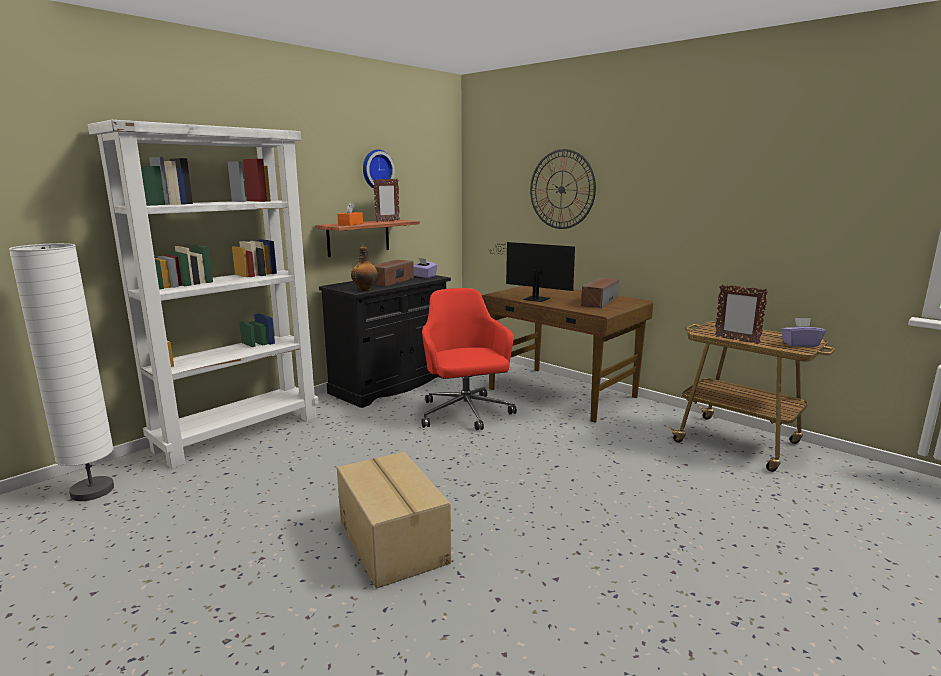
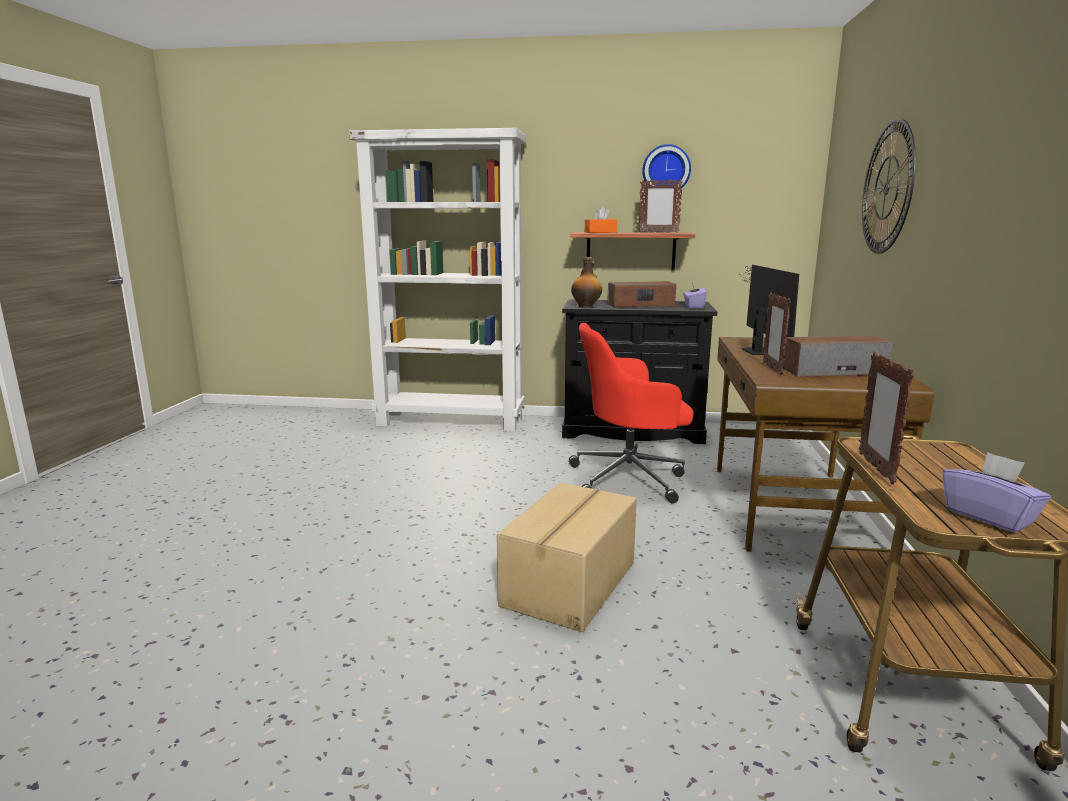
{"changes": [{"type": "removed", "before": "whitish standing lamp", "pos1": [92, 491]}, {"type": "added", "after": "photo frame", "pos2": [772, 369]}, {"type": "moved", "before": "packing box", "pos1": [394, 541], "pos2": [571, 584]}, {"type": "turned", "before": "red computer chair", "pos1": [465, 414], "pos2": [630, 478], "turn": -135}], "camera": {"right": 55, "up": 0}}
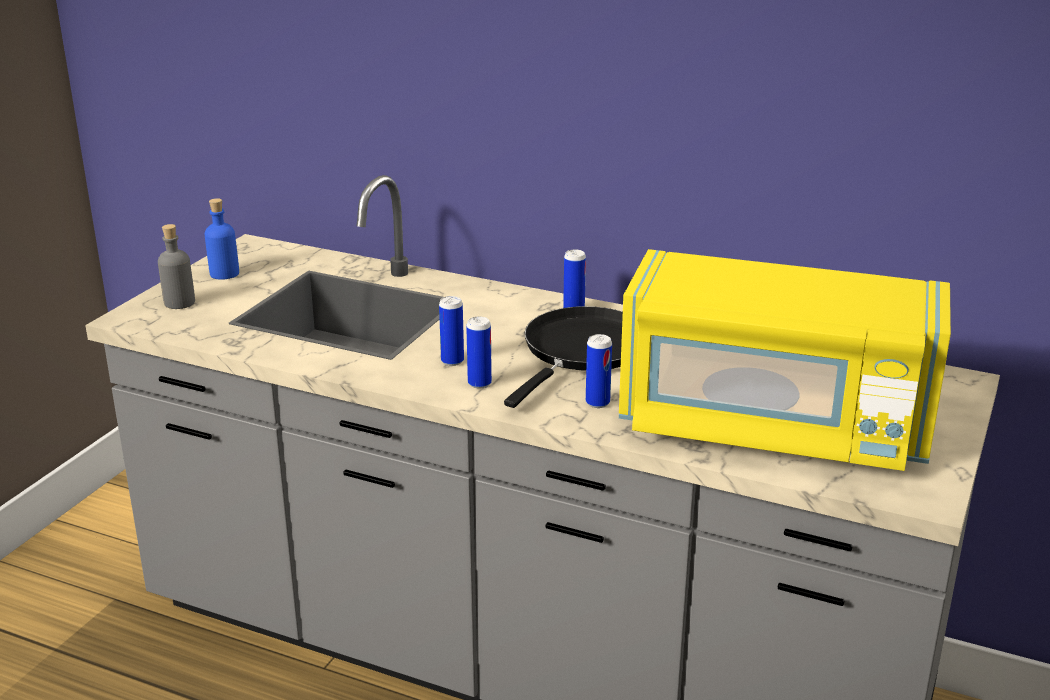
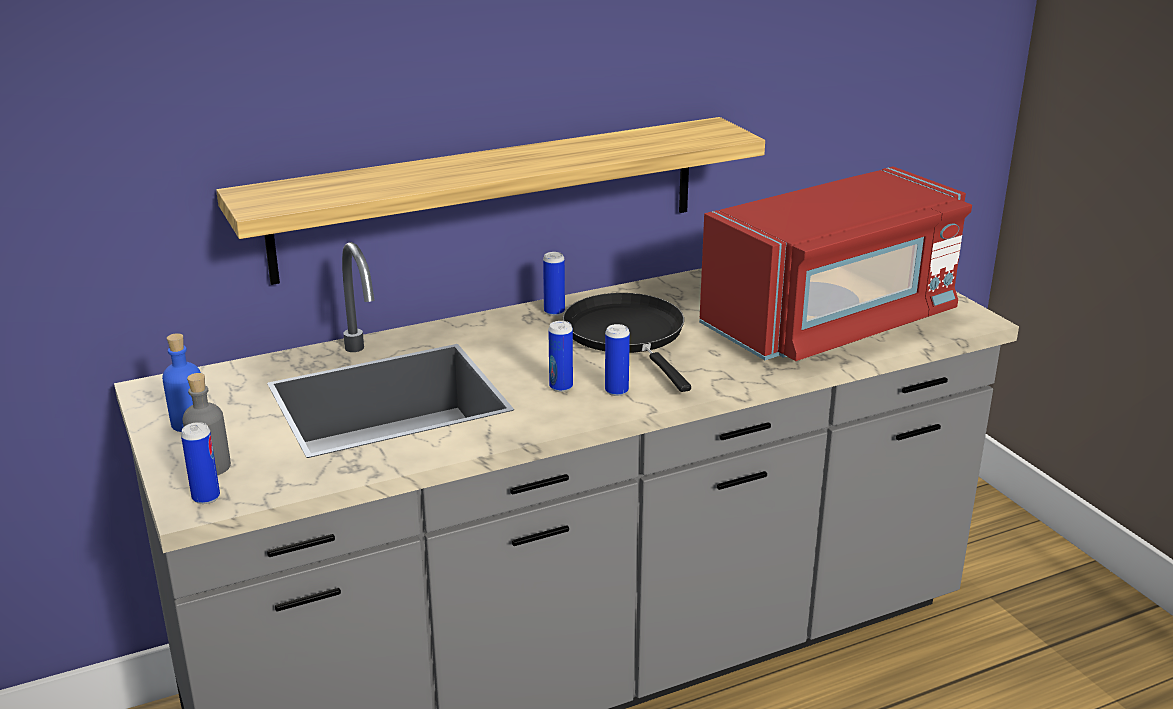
{"changes": [{"type": "added", "after": "shelf", "pos2": [490, 198]}, {"type": "moved", "before": "sealed can", "pos1": [597, 403], "pos2": [206, 497]}, {"type": "recoloured", "before": "yellowish kitchen microwave", "after": "red kitchen microwave", "pos1": [772, 427], "pos2": [832, 322]}], "camera": {"right": -50, "up": 0}}
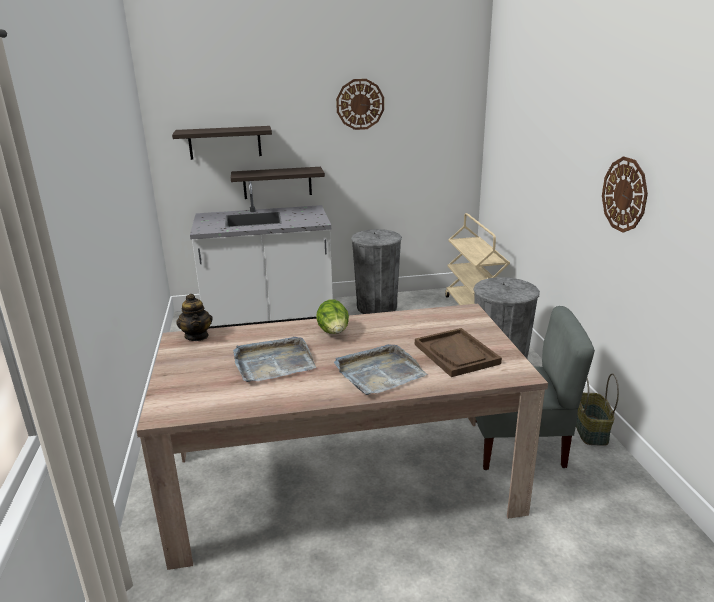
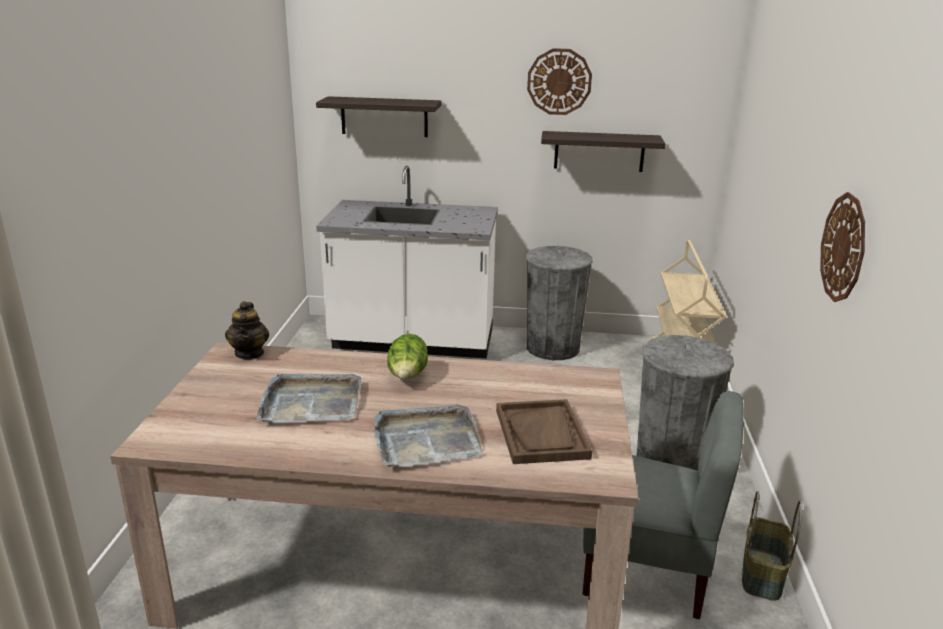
{"changes": [{"type": "moved", "before": "shelf", "pos1": [277, 183], "pos2": [599, 151]}], "camera": {"right": 15, "up": 0}}
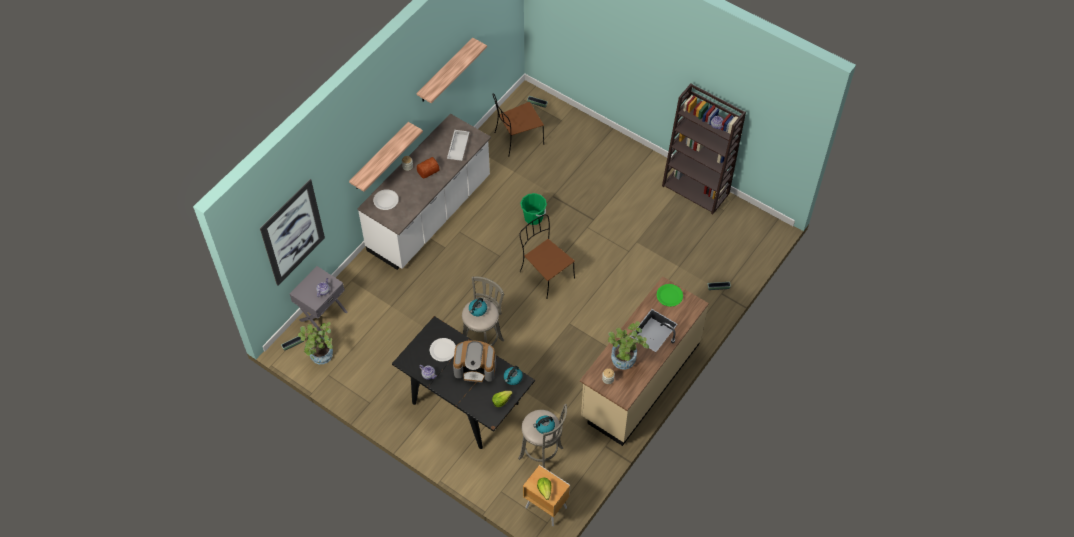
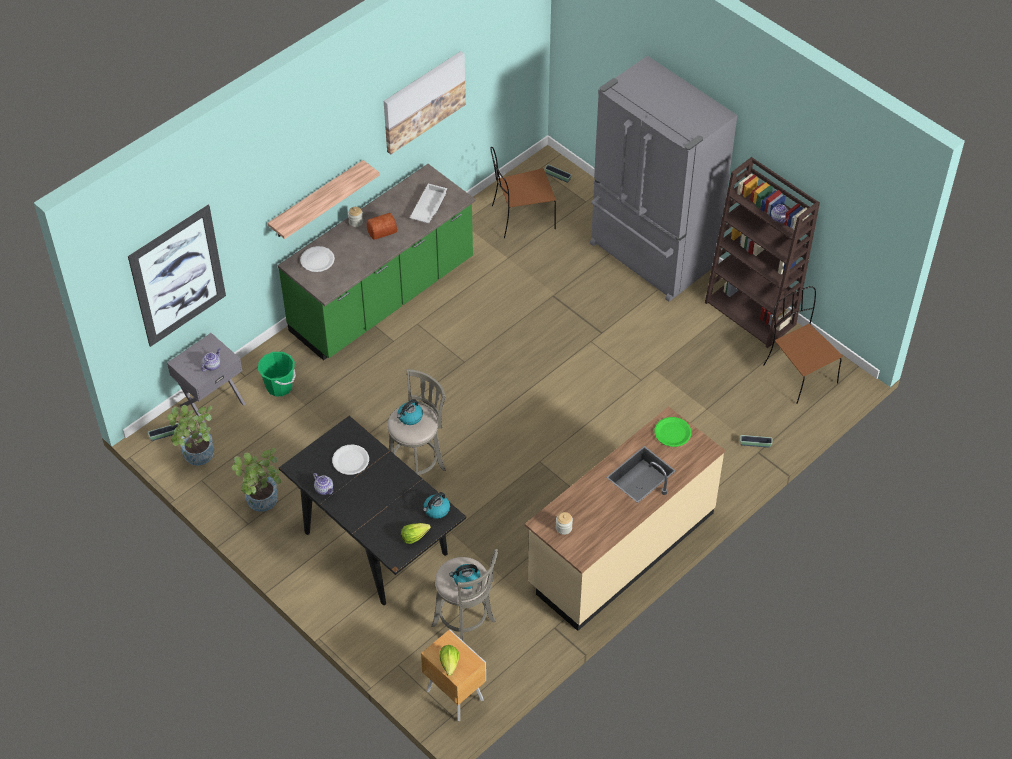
{"changes": [{"type": "removed", "before": "coffee maker", "pos1": [475, 368]}, {"type": "added", "after": "grey kitchen fridge", "pos2": [651, 256]}, {"type": "moved", "before": "green-coloured pail", "pos1": [533, 217], "pos2": [279, 386]}, {"type": "moved", "before": "brown plain chair", "pos1": [546, 274], "pos2": [798, 373]}, {"type": "moved", "before": "plant in a pot", "pos1": [624, 362], "pos2": [262, 503]}, {"type": "replaced", "before": "shelf", "after": "picture", "pos1": [445, 71], "pos2": [423, 101]}, {"type": "recoloured", "before": "whitish kitchen counter", "after": "green-coloured kitchen counter", "pos1": [430, 215], "pos2": [383, 297]}], "camera": {"right": 10, "up": -5}}
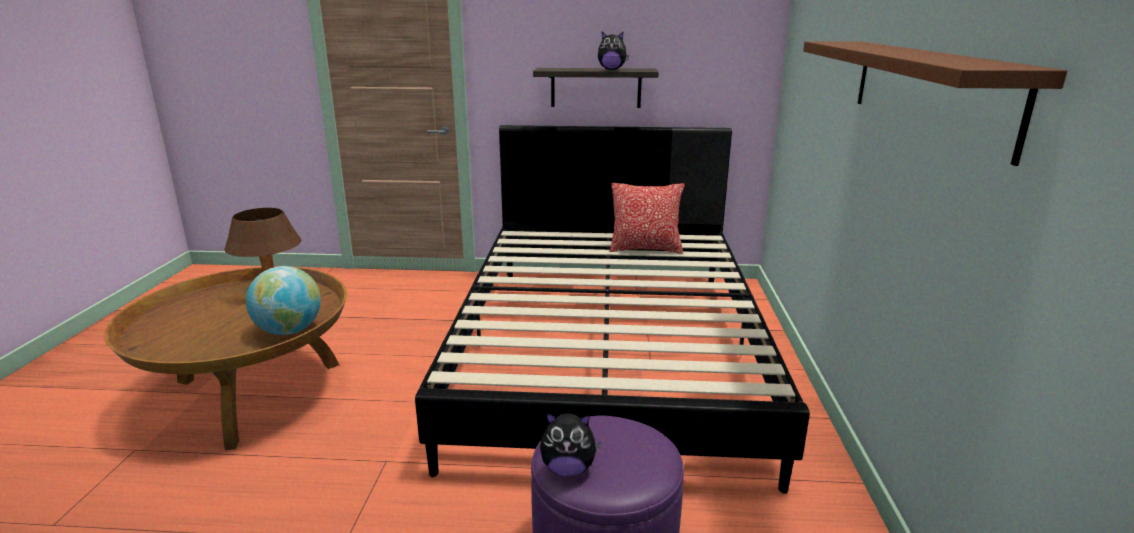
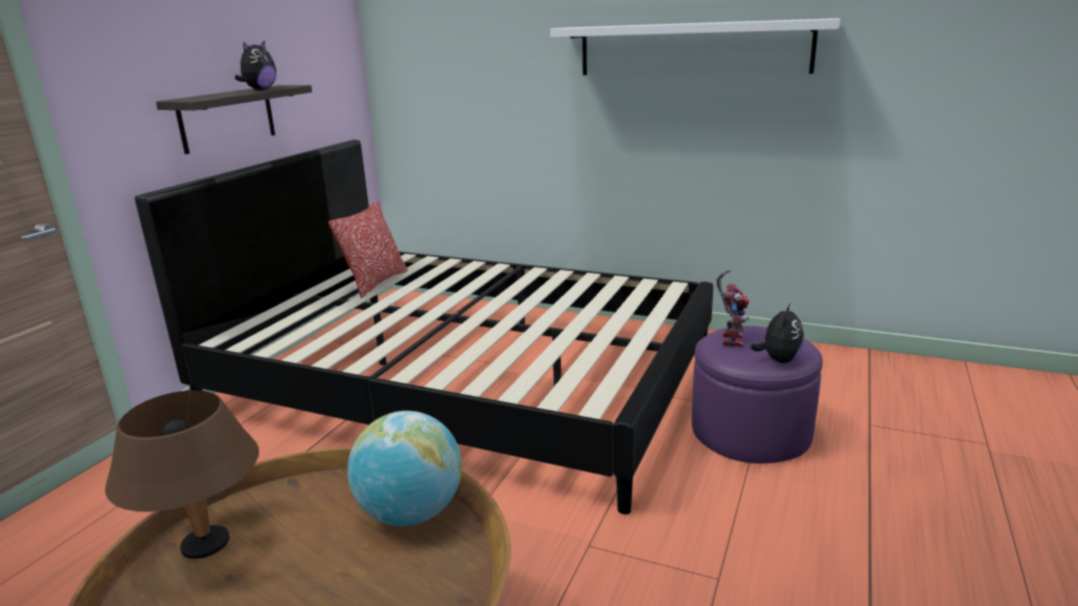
{"changes": [{"type": "added", "after": "toy robot", "pos2": [729, 339]}, {"type": "recoloured", "before": "brown shelf", "after": "whitish shelf", "pos1": [926, 90], "pos2": [692, 49]}], "camera": {"right": -70, "up": 0}}
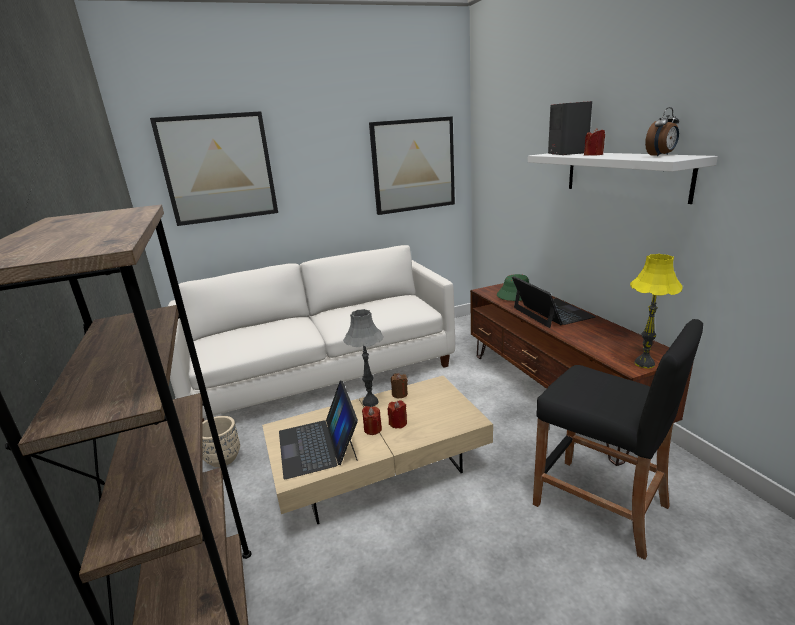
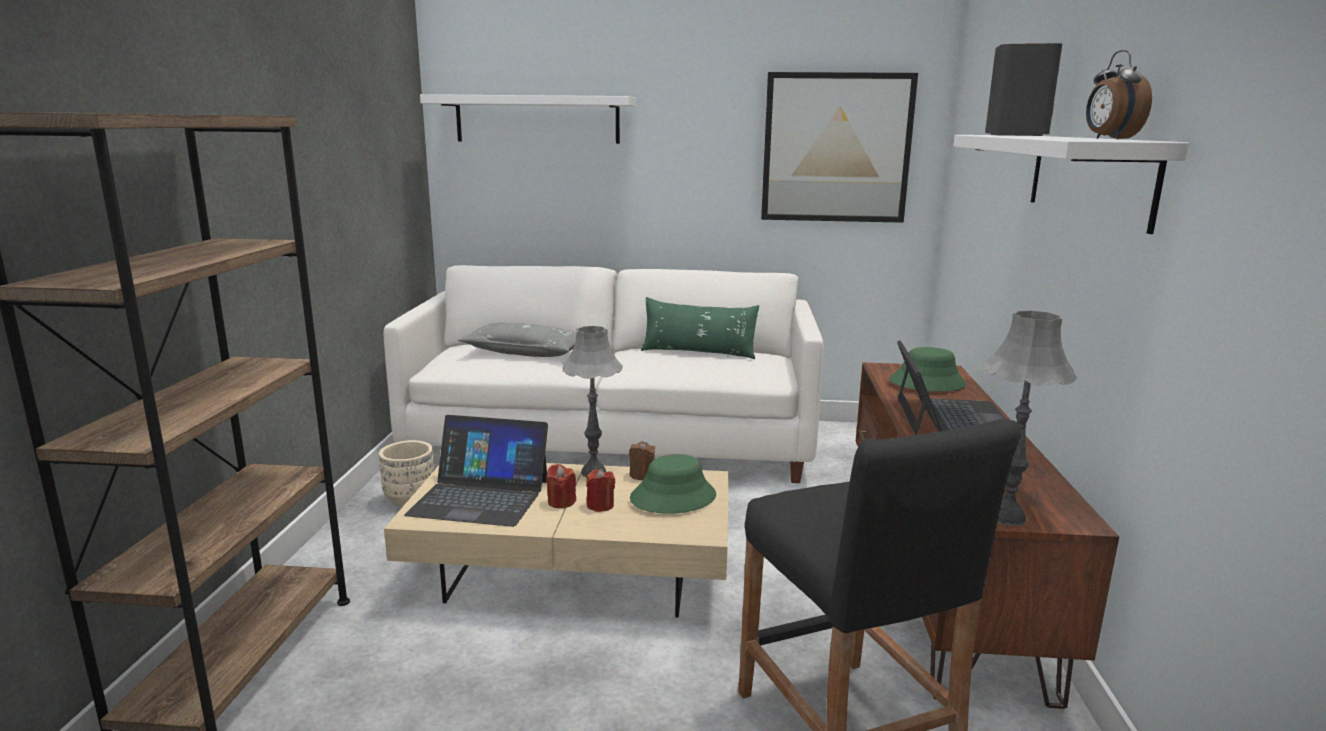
{"changes": [{"type": "removed", "before": "red wax candle", "pos1": [593, 155]}, {"type": "added", "after": "grey pillow", "pos2": [525, 352]}, {"type": "added", "after": "green-coloured wearable hat", "pos2": [673, 497]}, {"type": "added", "after": "green-coloured pillow", "pos2": [698, 353]}, {"type": "replaced", "before": "picture", "after": "whitish shelf", "pos1": [218, 168], "pos2": [537, 119]}, {"type": "recoloured", "before": "yellowish lamp for a table", "after": "grey lamp for a table", "pos1": [644, 364], "pos2": [1006, 518]}, {"type": "turned", "before": "laptop", "pos1": [318, 445], "pos2": [480, 497], "turn": -90}, {"type": "turned", "before": "alarm clock", "pos1": [661, 155], "pos2": [1109, 139], "turn": 90}], "camera": {"right": 25, "up": -5}}
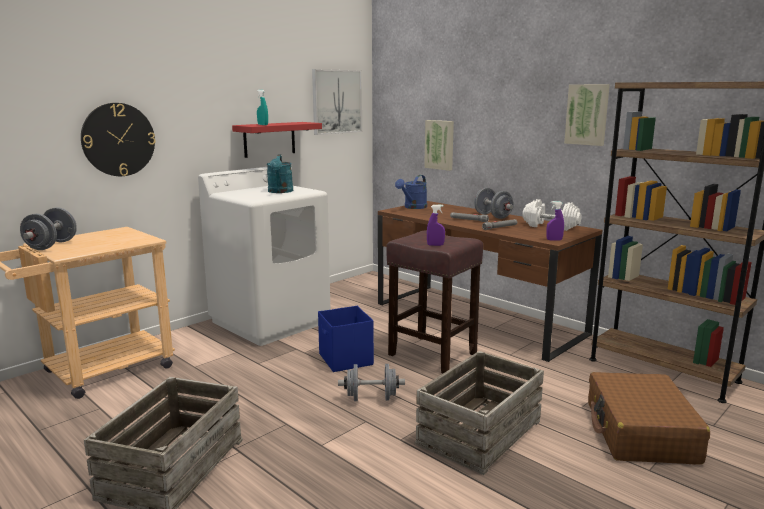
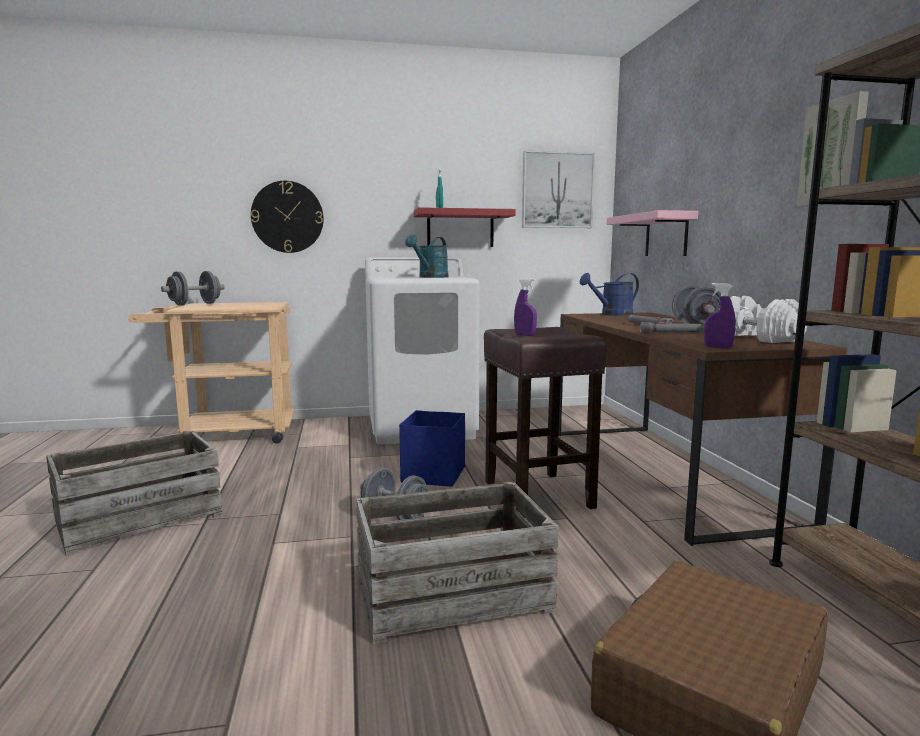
{"changes": [{"type": "replaced", "before": "picture", "after": "pinkish shelf", "pos1": [440, 144], "pos2": [666, 235]}], "camera": {"right": 35, "up": -5}}
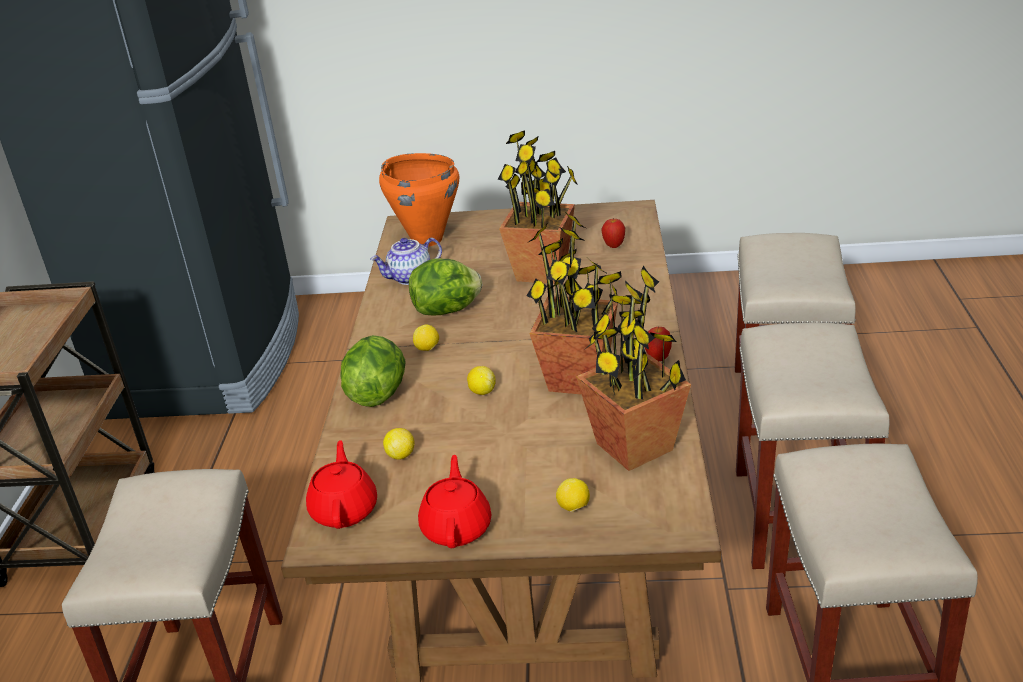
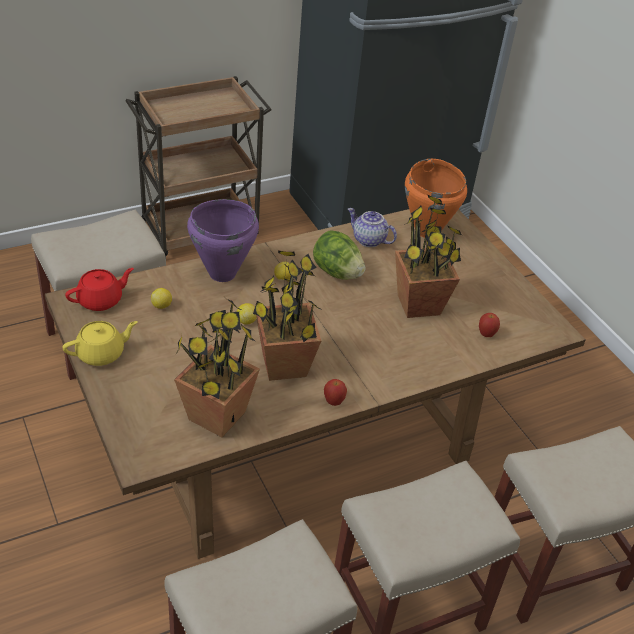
{"changes": [{"type": "removed", "before": "lemon", "pos1": [573, 507]}, {"type": "replaced", "before": "lettuce", "after": "purplish saucepot", "pos1": [377, 393], "pos2": [221, 273]}, {"type": "recoloured", "before": "red pot for tea", "after": "yellowish pot for tea", "pos1": [457, 527], "pos2": [101, 353]}], "camera": {"right": 55, "up": 10}}
